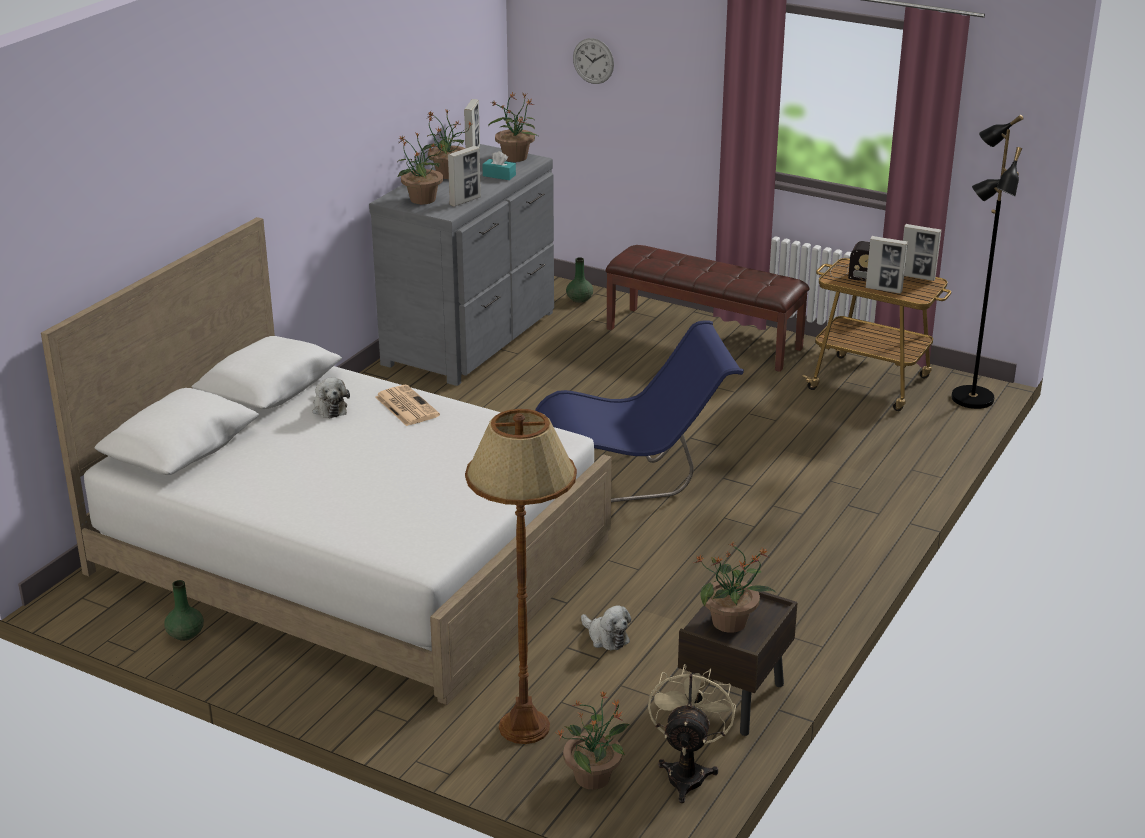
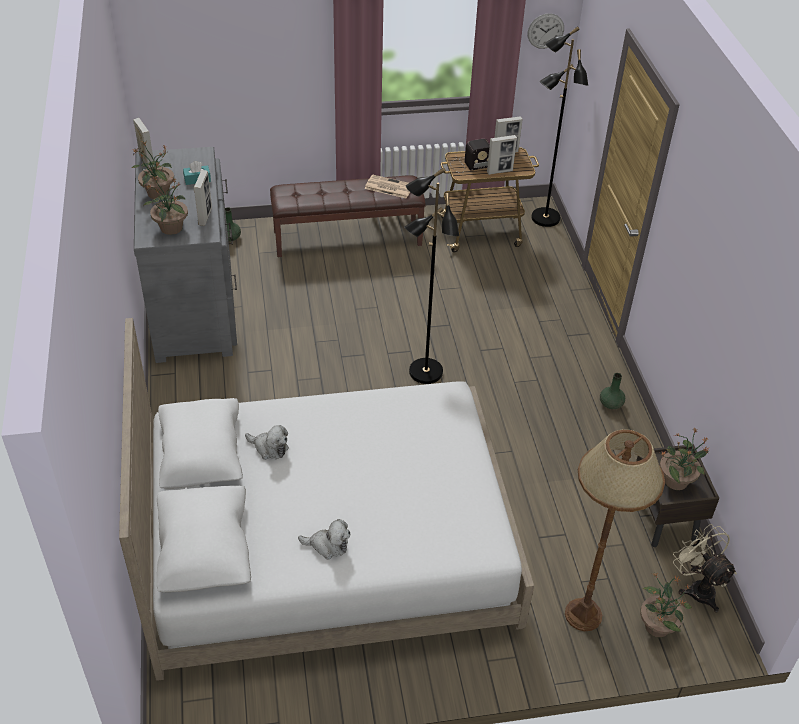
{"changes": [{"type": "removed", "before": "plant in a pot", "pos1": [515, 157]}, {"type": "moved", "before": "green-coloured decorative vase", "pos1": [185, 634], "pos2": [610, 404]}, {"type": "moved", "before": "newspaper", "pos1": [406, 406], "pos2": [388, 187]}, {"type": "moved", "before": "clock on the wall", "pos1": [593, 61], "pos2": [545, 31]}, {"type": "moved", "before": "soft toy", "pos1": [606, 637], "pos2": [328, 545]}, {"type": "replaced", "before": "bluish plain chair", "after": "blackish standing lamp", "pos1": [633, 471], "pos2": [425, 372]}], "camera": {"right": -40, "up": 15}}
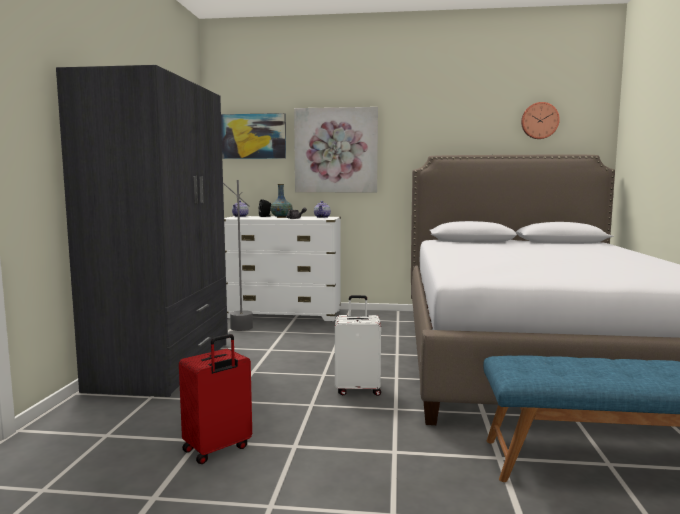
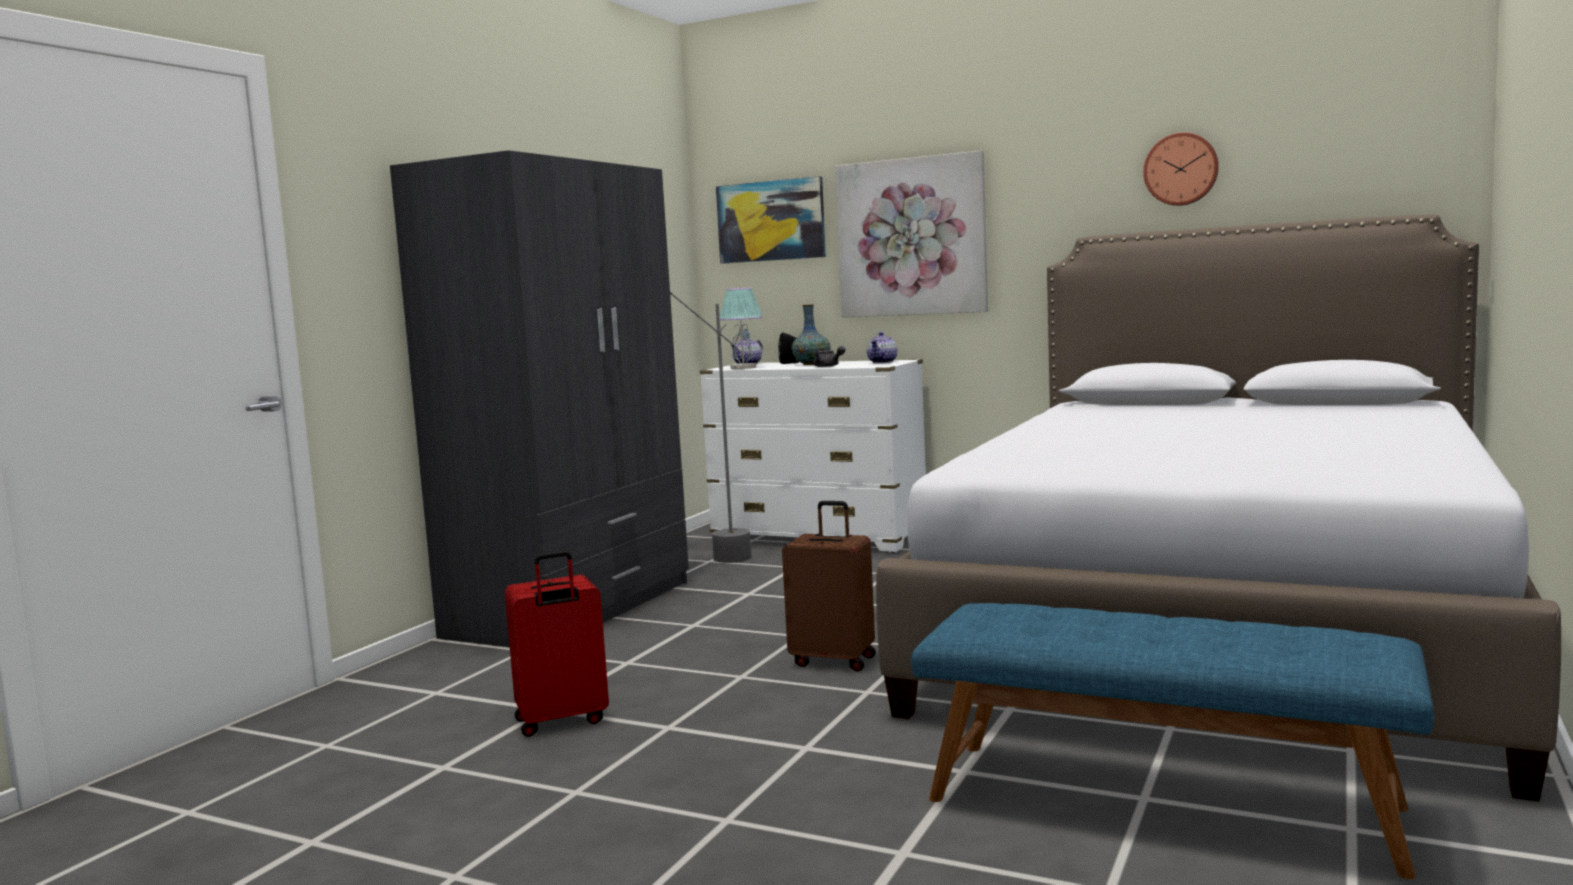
{"changes": [{"type": "added", "after": "lamp for a table", "pos2": [743, 368]}, {"type": "moved", "before": "clock on the wall", "pos1": [539, 121], "pos2": [1181, 169]}, {"type": "recoloured", "before": "whitish piece of luggage", "after": "brown piece of luggage", "pos1": [358, 389], "pos2": [834, 660]}], "camera": {"right": 20, "up": 0}}
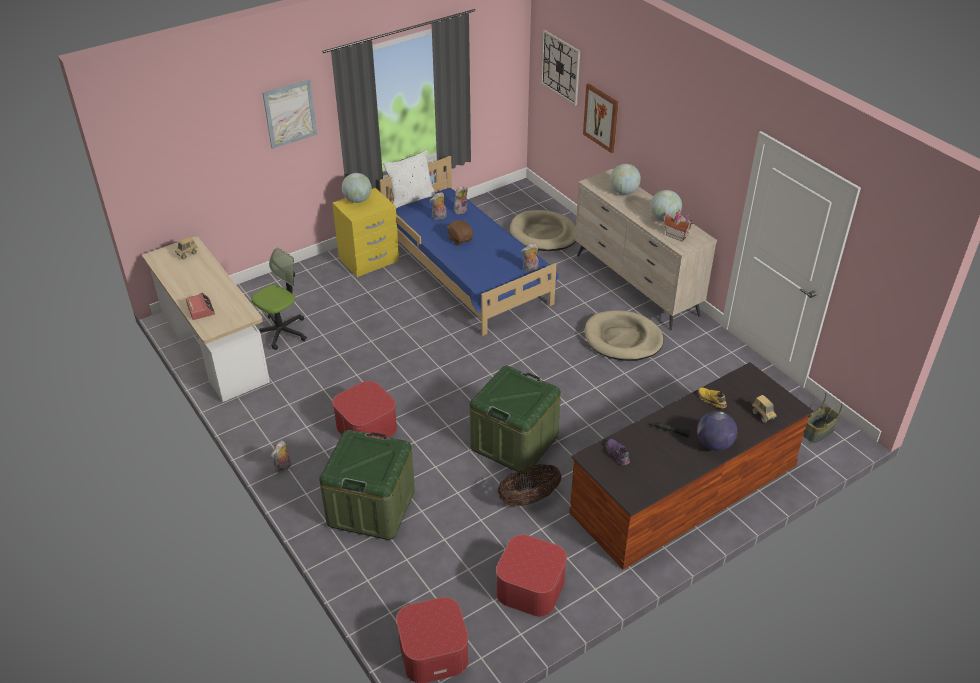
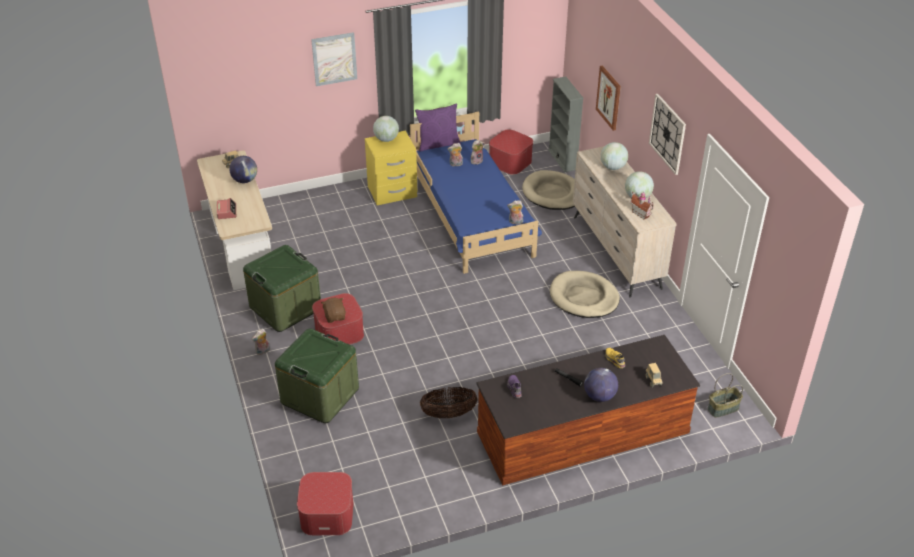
{"changes": [{"type": "removed", "before": "computer chair", "pos1": [281, 332]}, {"type": "added", "after": "world globe", "pos2": [245, 180]}, {"type": "added", "after": "grey shelving unit", "pos2": [562, 159]}, {"type": "moved", "before": "brown soft toy", "pos1": [460, 239], "pos2": [335, 316]}, {"type": "moved", "before": "green-coloured storage bin", "pos1": [514, 442], "pos2": [285, 307]}, {"type": "moved", "before": "ottoman", "pos1": [530, 587], "pos2": [510, 161]}, {"type": "moved", "before": "clock on the wall", "pos1": [560, 67], "pos2": [667, 133]}, {"type": "recoloured", "before": "whitish pillow", "after": "purplish pillow", "pos1": [411, 199], "pos2": [438, 144]}], "camera": {"right": 15, "up": 0}}
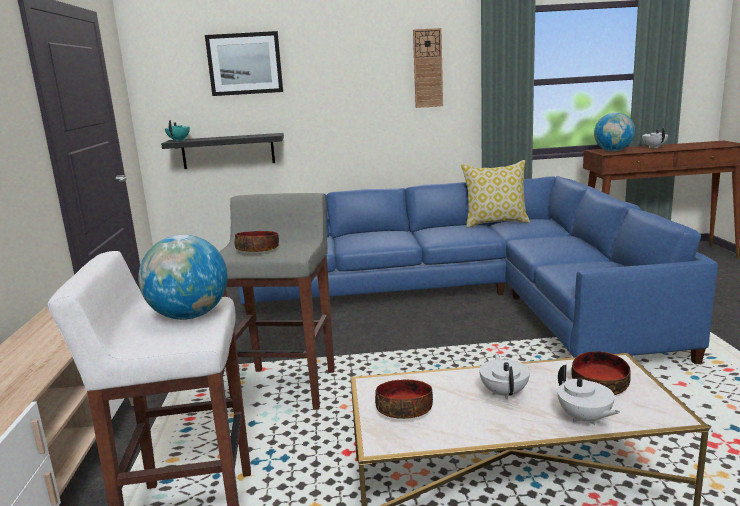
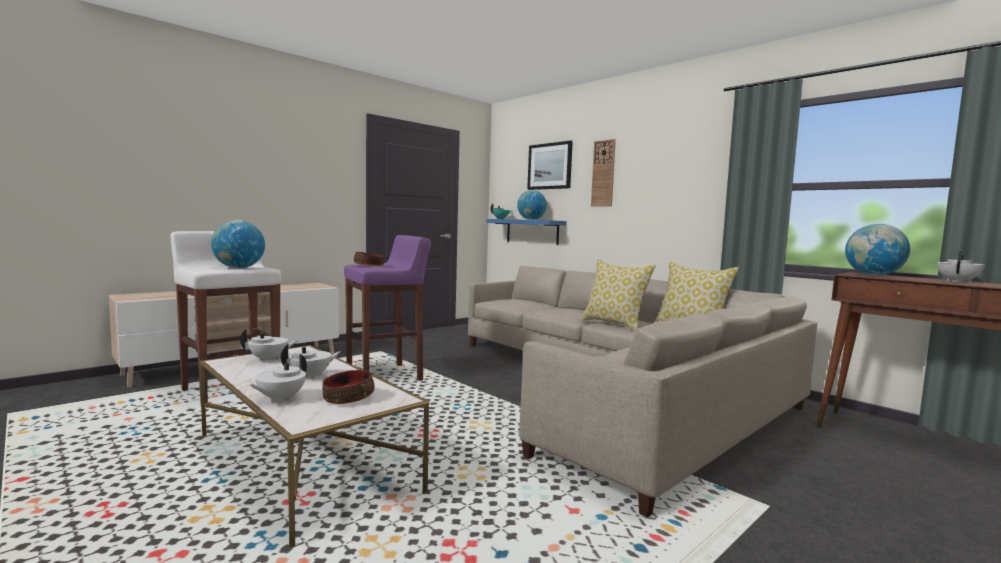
{"changes": [{"type": "added", "after": "world globe", "pos2": [531, 219]}, {"type": "added", "after": "pillow", "pos2": [614, 324]}, {"type": "moved", "before": "clock on the wall", "pos1": [428, 68], "pos2": [603, 173]}, {"type": "replaced", "before": "bowl", "after": "whitish pot for tea", "pos1": [405, 410], "pos2": [269, 359]}, {"type": "recoloured", "before": "blackish shelf", "after": "bluish shelf", "pos1": [228, 151], "pos2": [532, 231]}, {"type": "recoloured", "before": "grey sitting stool", "after": "purplish sitting stool", "pos1": [286, 387], "pos2": [385, 376]}, {"type": "recoloured", "before": "bluish couch", "after": "beige couch", "pos1": [466, 296], "pos2": [617, 389]}], "camera": {"right": 50, "up": -10}}
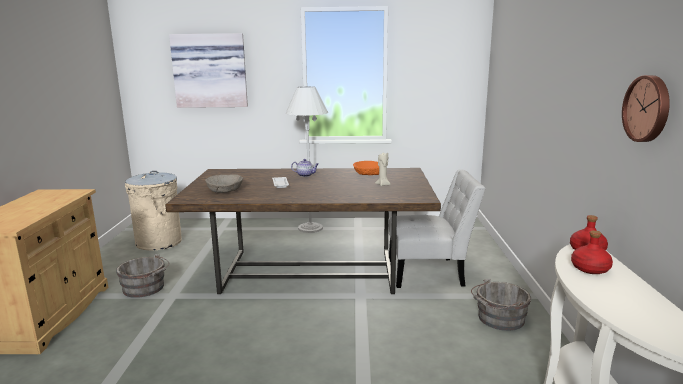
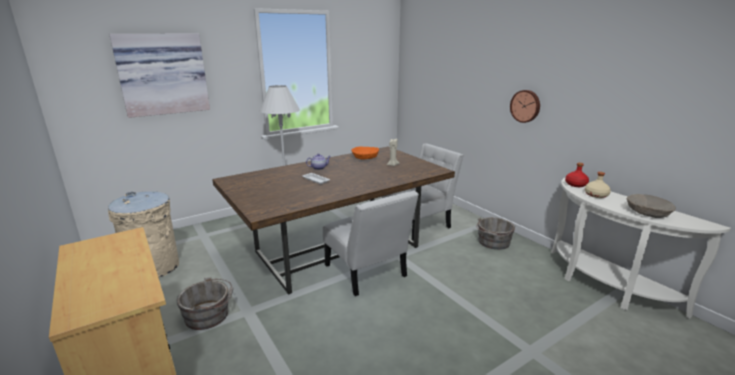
{"changes": [{"type": "added", "after": "whitish plain chair", "pos2": [367, 273]}, {"type": "moved", "before": "beige bowl", "pos1": [225, 189], "pos2": [647, 212]}, {"type": "moved", "before": "clock on the wall", "pos1": [648, 109], "pos2": [525, 106]}, {"type": "recoloured", "before": "red drink bottle", "after": "beige drink bottle", "pos1": [589, 269], "pos2": [596, 195]}], "camera": {"right": -35, "up": 5}}
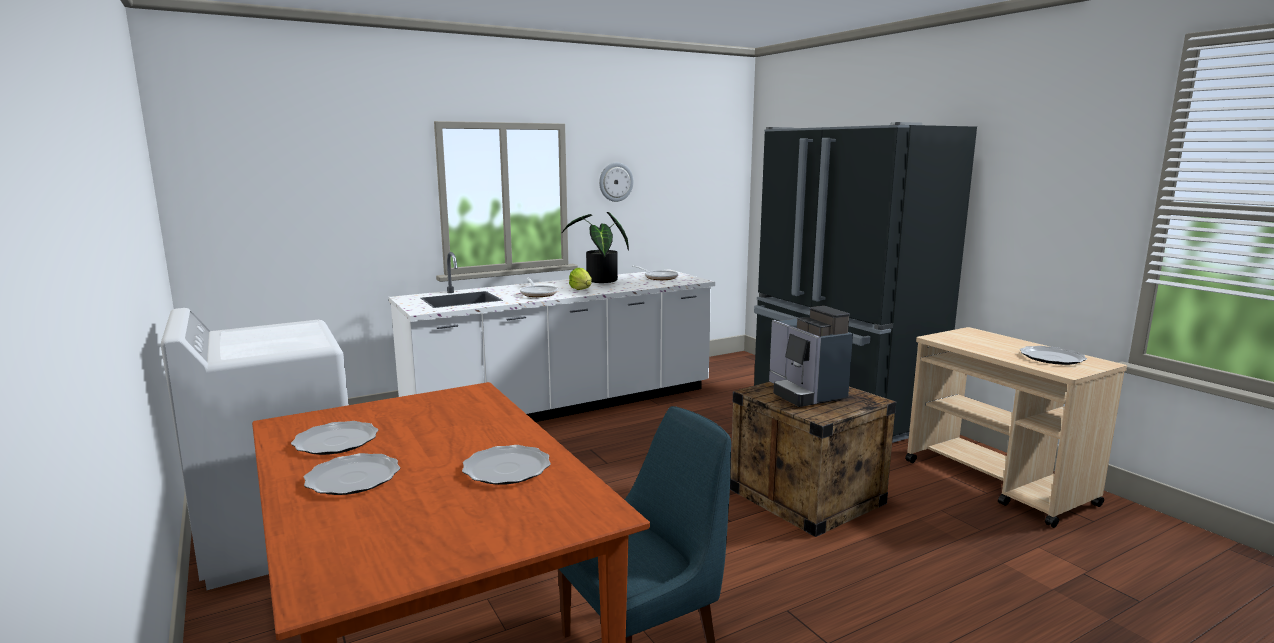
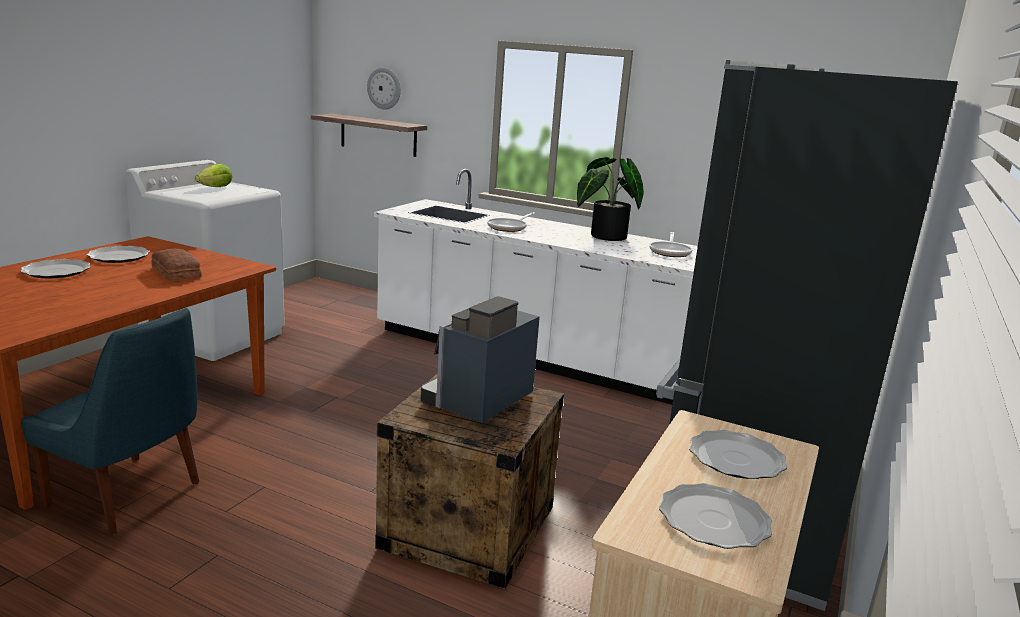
{"changes": [{"type": "added", "after": "baked bread", "pos2": [177, 272]}, {"type": "added", "after": "shelf", "pos2": [378, 135]}, {"type": "moved", "before": "plate", "pos1": [507, 468], "pos2": [737, 459]}, {"type": "moved", "before": "lettuce", "pos1": [581, 290], "pos2": [216, 187]}, {"type": "moved", "before": "clock on the wall", "pos1": [615, 182], "pos2": [384, 88]}], "camera": {"right": 55, "up": 5}}
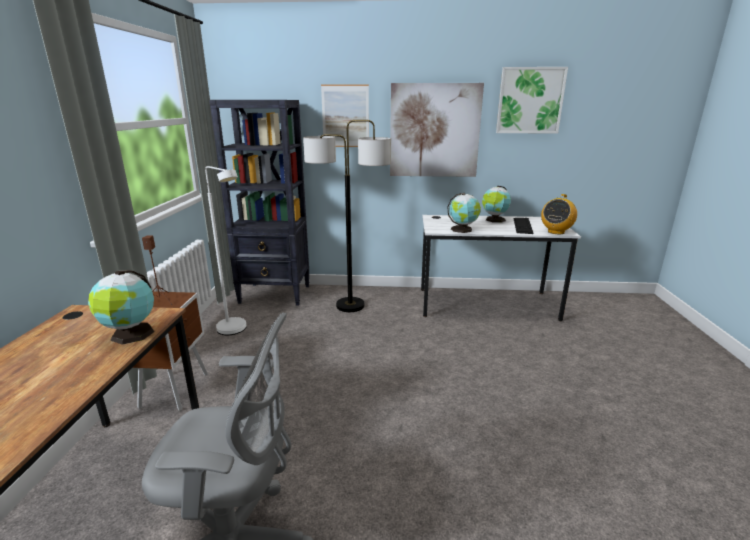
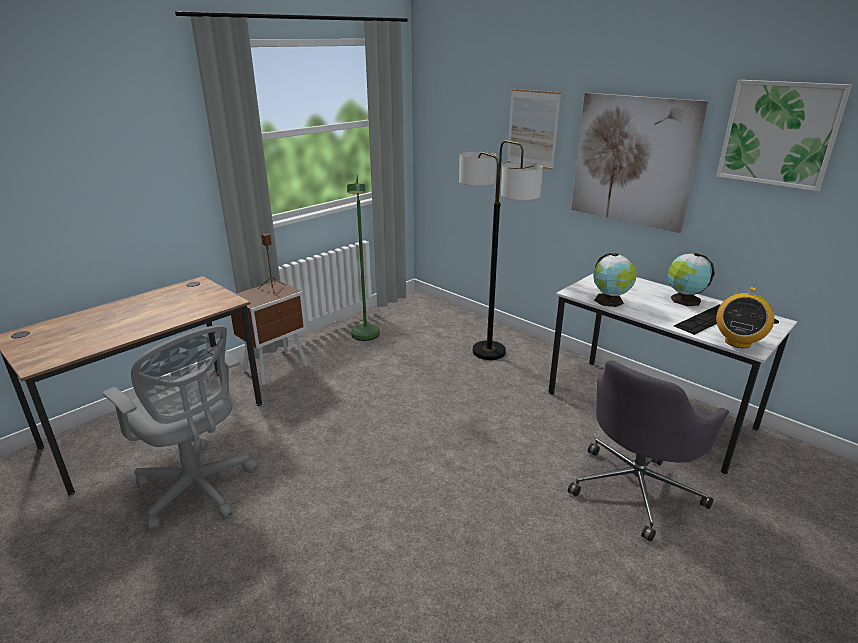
{"changes": [{"type": "removed", "before": "world globe", "pos1": [131, 335]}, {"type": "removed", "before": "blackish shelving unit", "pos1": [275, 294]}, {"type": "added", "after": "grey computer chair", "pos2": [636, 488]}, {"type": "recoloured", "before": "whitish standing lamp", "after": "green-coloured standing lamp", "pos1": [236, 331], "pos2": [365, 338]}, {"type": "turned", "before": "radio receiver", "pos1": [556, 232], "pos2": [737, 342], "turn": -45}], "camera": {"right": 40, "up": 5}}
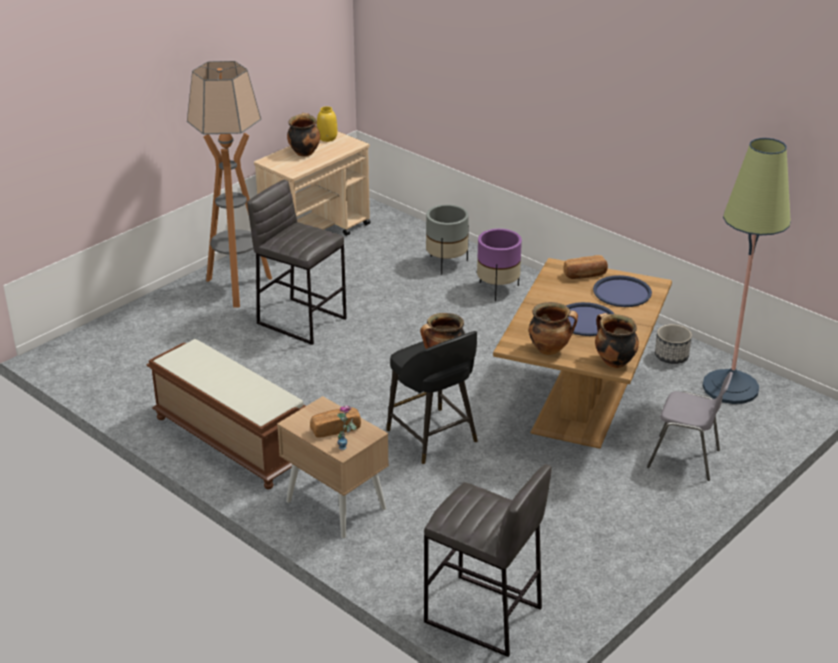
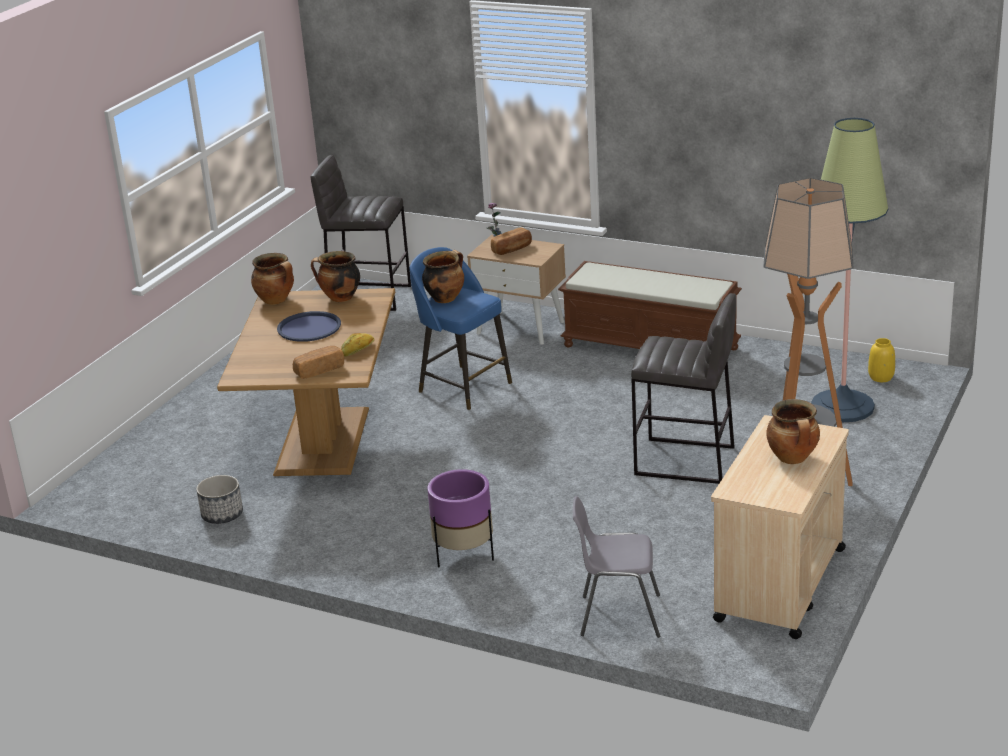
{"changes": [{"type": "removed", "before": "grey flower pot", "pos1": [446, 263]}, {"type": "removed", "before": "bluish carrying tray", "pos1": [622, 292]}, {"type": "added", "after": "baked bread", "pos2": [358, 350]}, {"type": "moved", "before": "yellowish decorative vase", "pos1": [327, 138], "pos2": [880, 378]}, {"type": "moved", "before": "grey plain chair", "pos1": [685, 459], "pos2": [618, 615]}, {"type": "moved", "before": "standing lamp", "pos1": [730, 387], "pos2": [842, 407]}, {"type": "recoloured", "before": "blackish sitting stool", "after": "bluish sitting stool", "pos1": [433, 437], "pos2": [463, 386]}], "camera": {"right": 165, "up": -5}}
